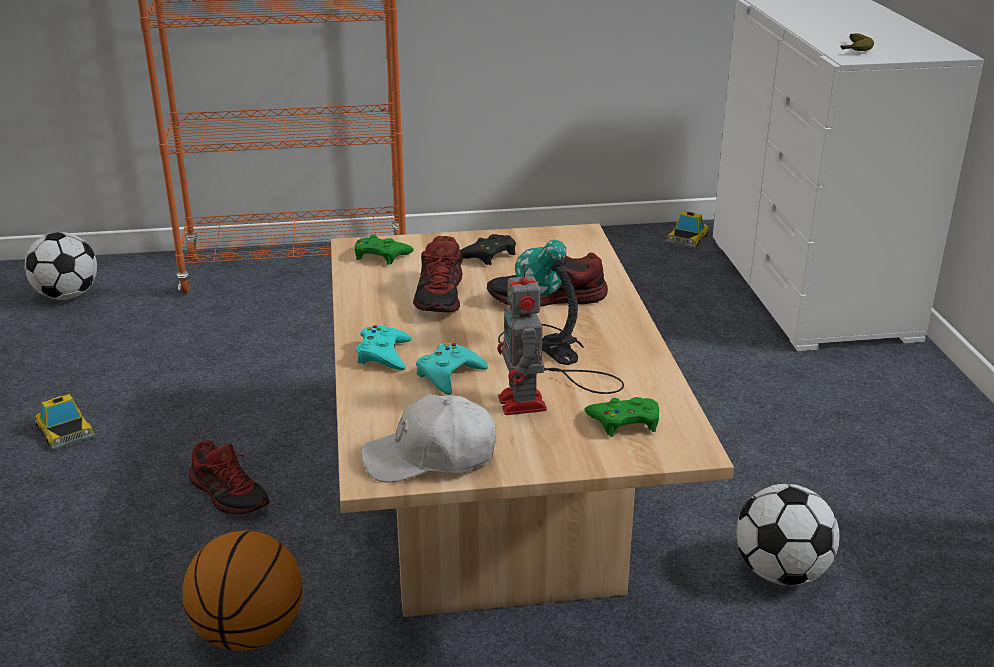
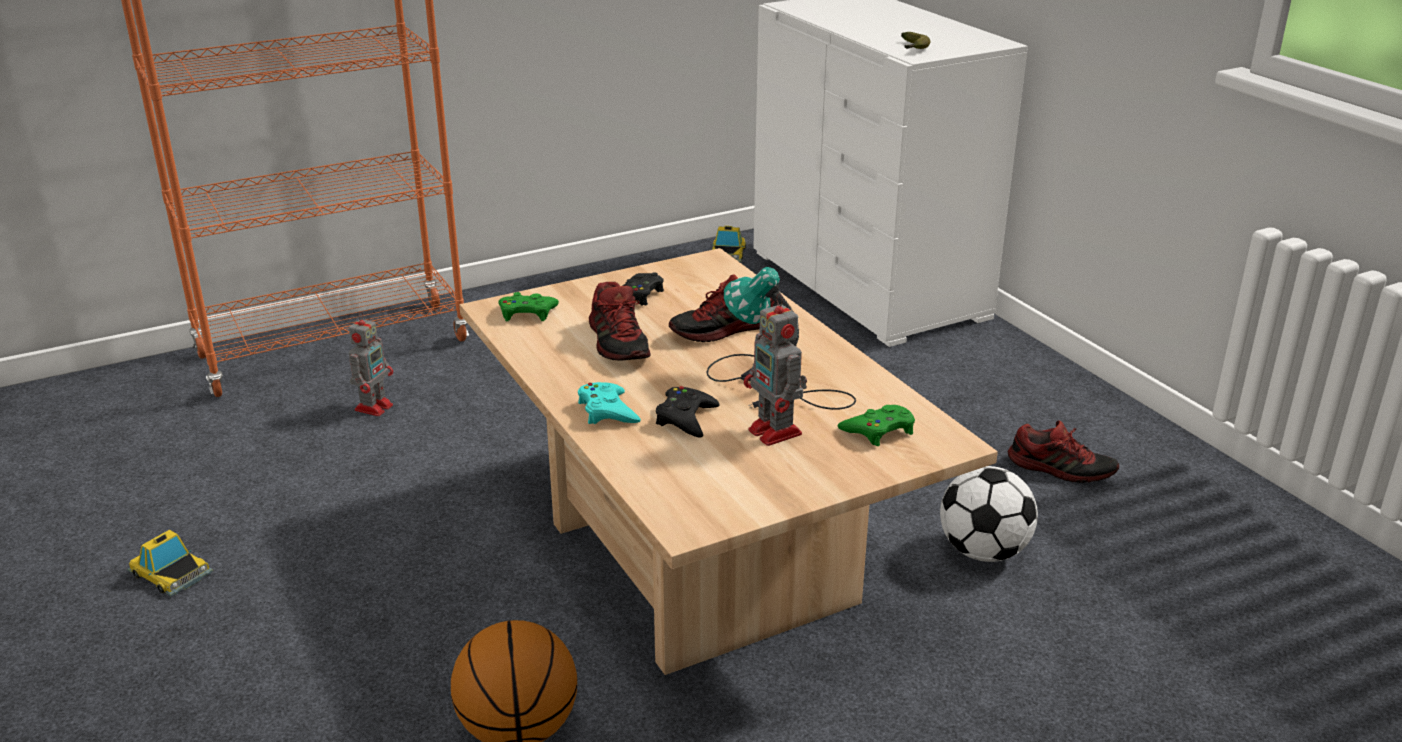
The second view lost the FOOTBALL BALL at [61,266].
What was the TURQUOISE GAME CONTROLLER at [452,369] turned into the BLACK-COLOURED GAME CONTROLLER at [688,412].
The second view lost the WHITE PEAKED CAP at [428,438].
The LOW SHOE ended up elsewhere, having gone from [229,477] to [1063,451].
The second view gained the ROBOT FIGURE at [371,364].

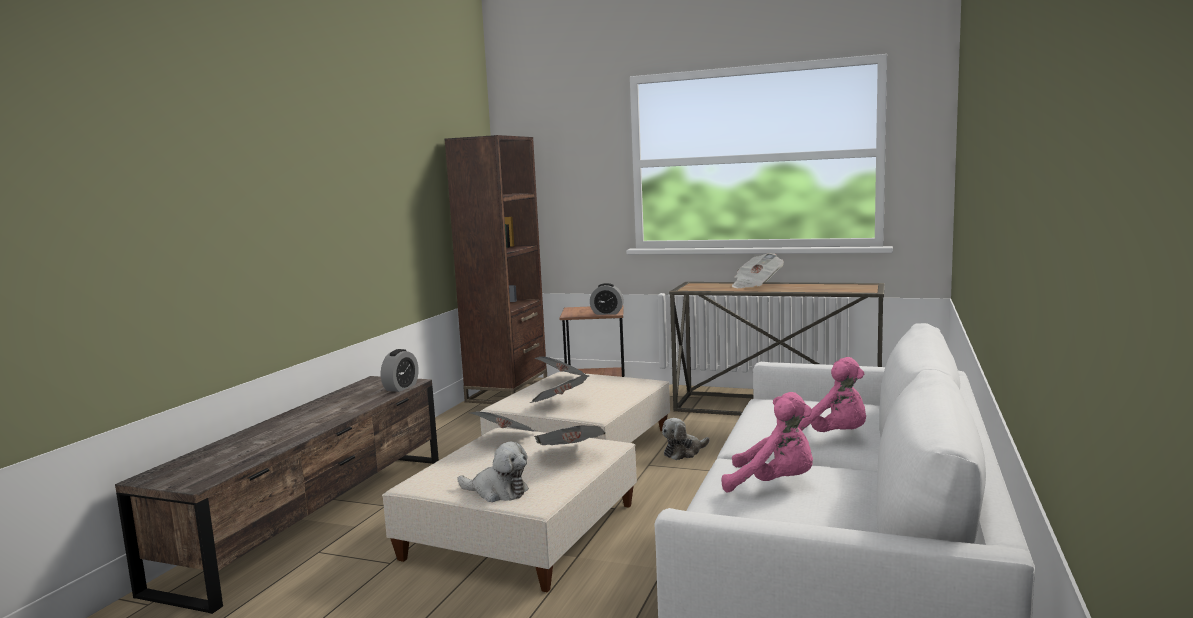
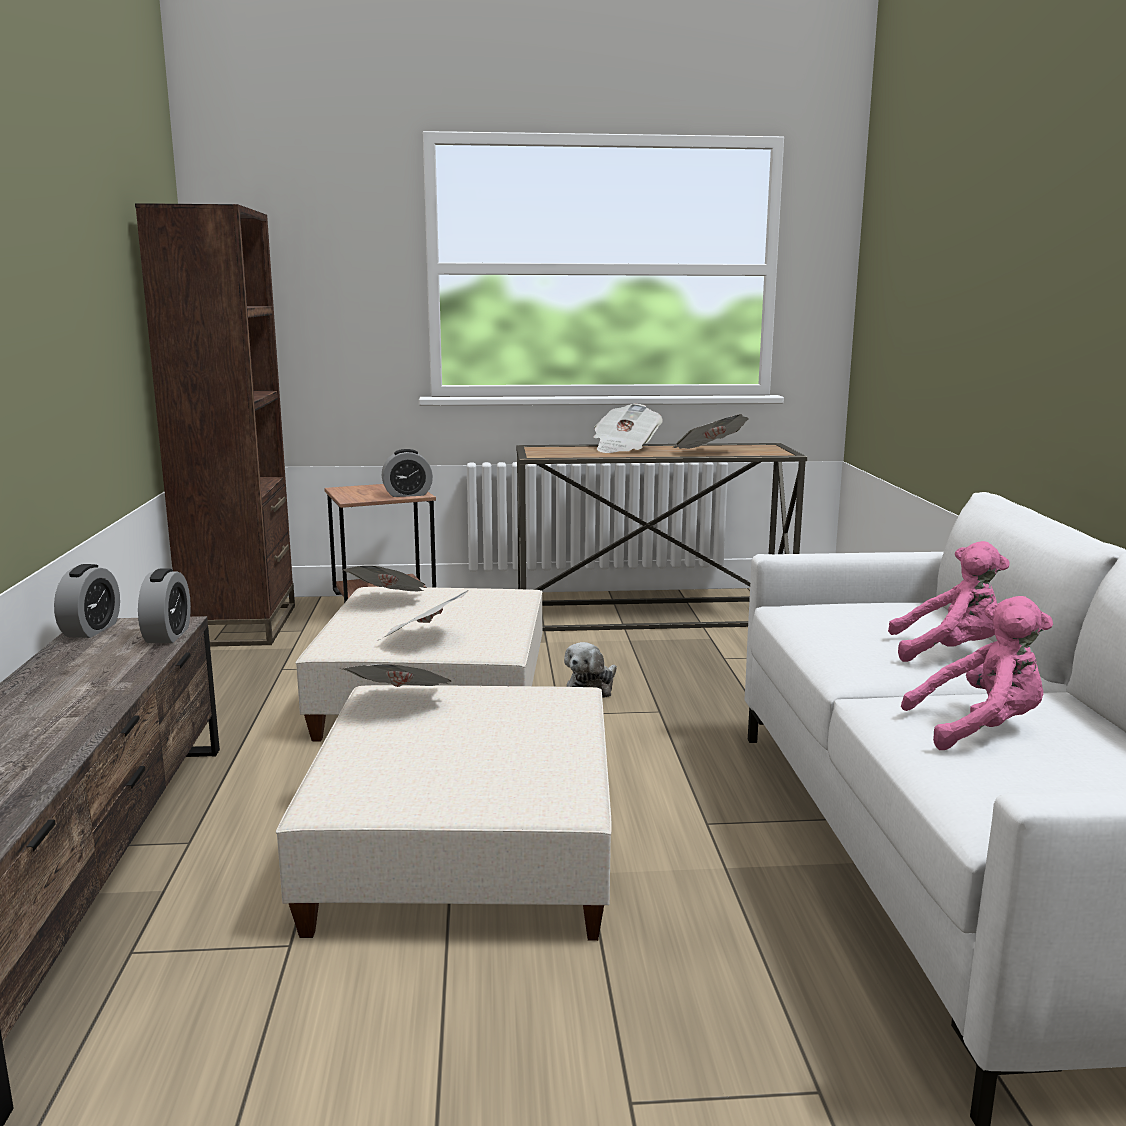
The DAILY PAPER ended up elsewhere, having gone from [569,435] to [711,431].
The second view lost the PLUSH TOY at [493,471].
The second view gained the TABLE CLOCK at [87,601].

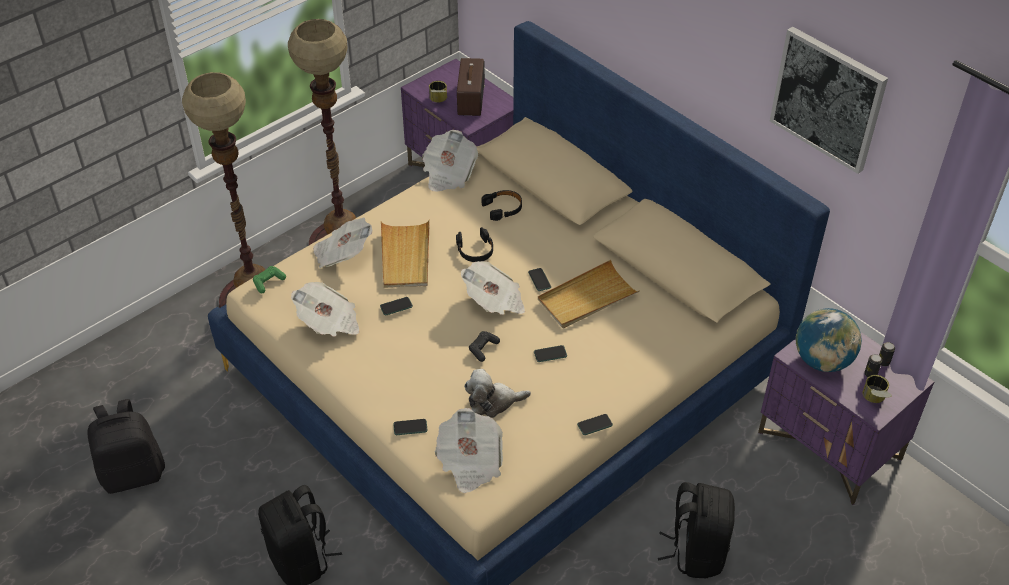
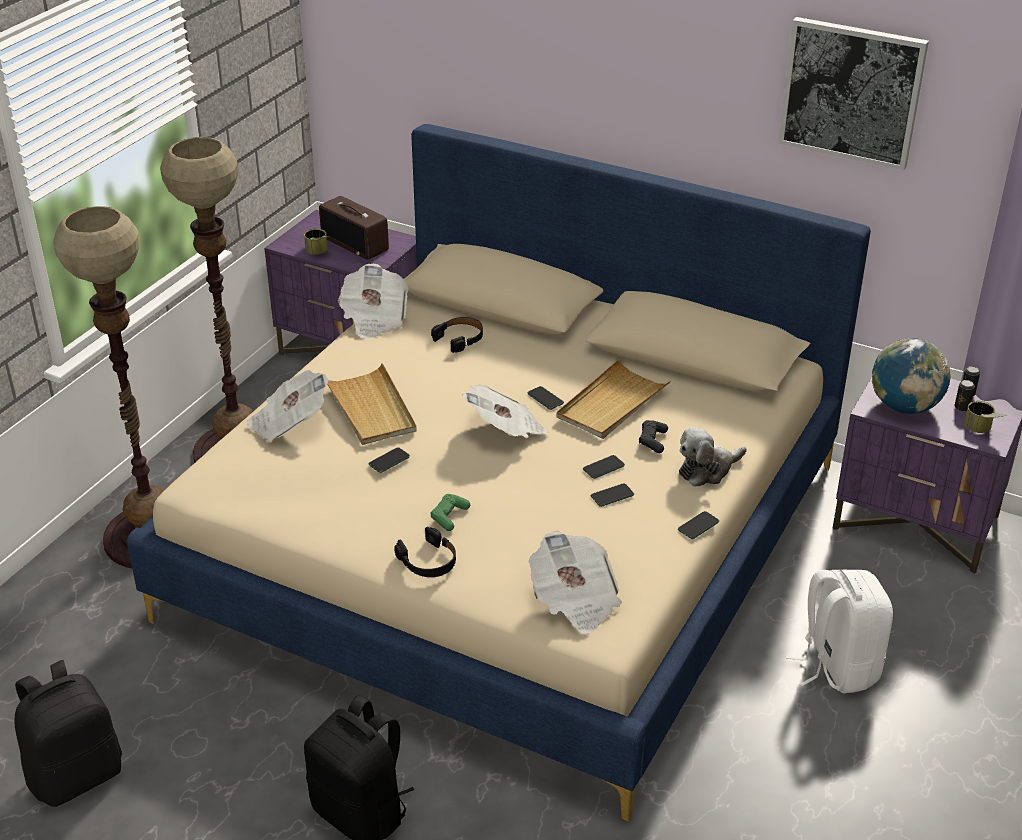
The RADIO RECEIVER at [471,87] ended up facing another way, 150 degrees clockwise from before.
The BLACK-COLOURED HEADPHONES ended up elsewhere, having gone from [474,244] to [425,552].
The GREEN-COLOURED GAME CONTROLLER ended up elsewhere, having gone from [269,279] to [450,512].
The second view lost the DAILY PAPER at [325,309].
The BLACK-COLOURED GAME CONTROLLER ended up elsewhere, having gone from [484,346] to [653,436].
The PLUSH TOY ended up elsewhere, having gone from [497,393] to [713,457].
The PHONE ended up elsewhere, having gone from [410,427] to [612,495].
What was the BLACK-COLOURED KNAPSACK at [696,530] turned into the WHITE KNAPSACK at [839,631].

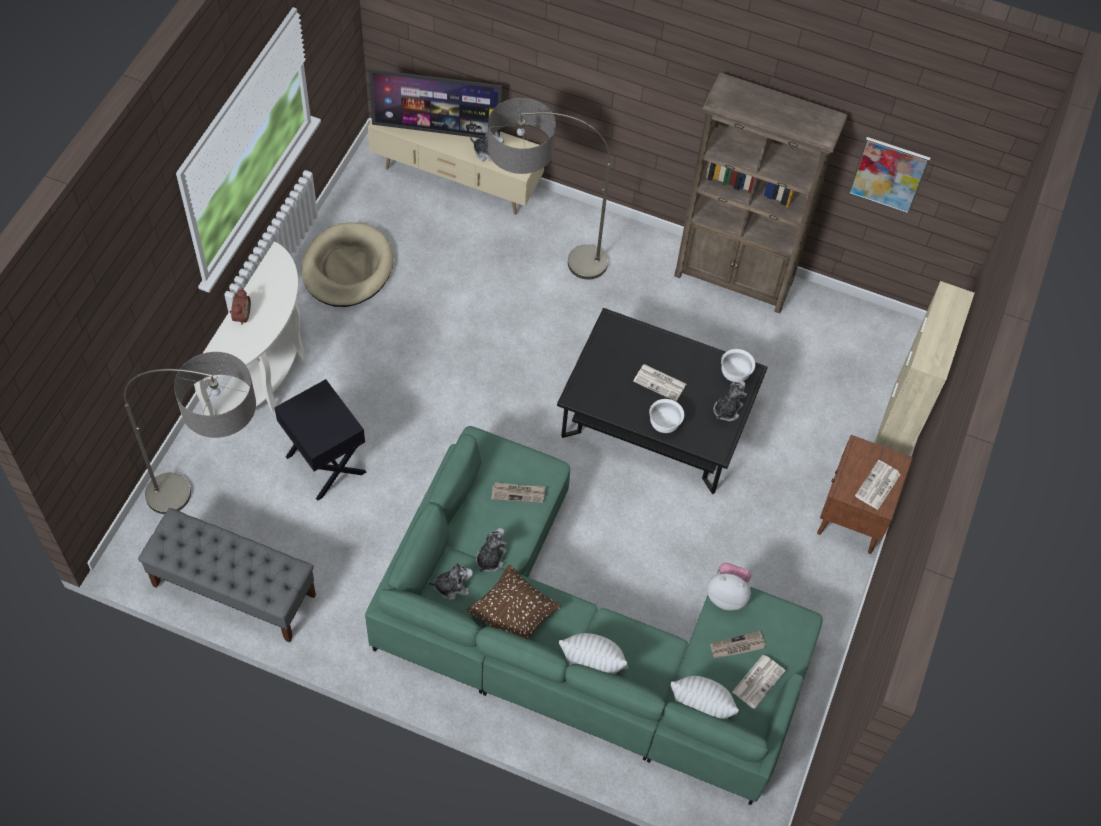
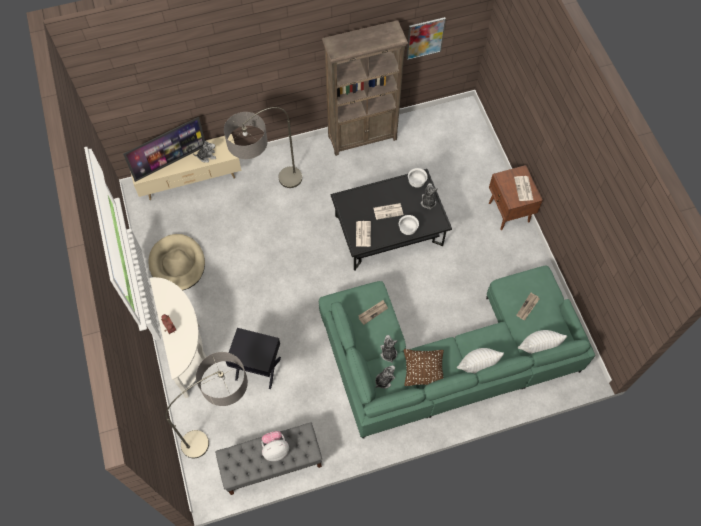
The second view lost the SAND-COLOURED STORAGE CABINET at [924,368].
The PLUSH TOY ended up elsewhere, having gone from [729,586] to [275,446].
The DAILY PAPER ended up elsewhere, having gone from [759,682] to [363,234].

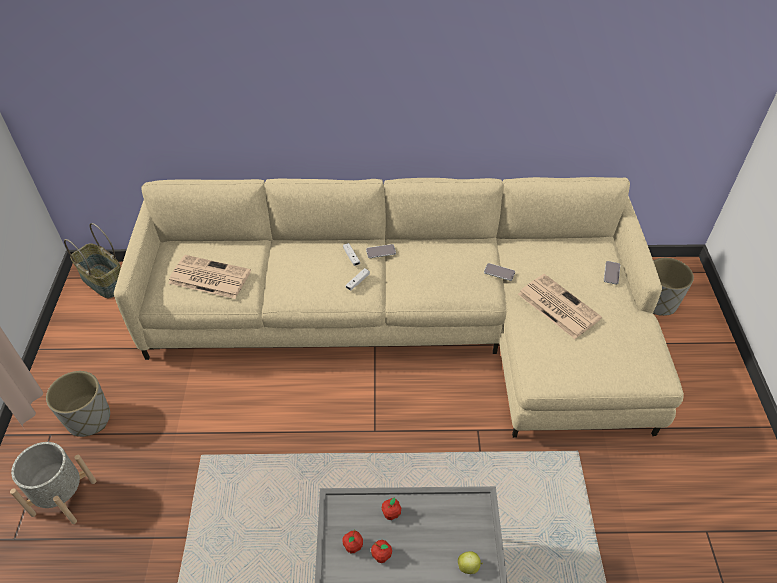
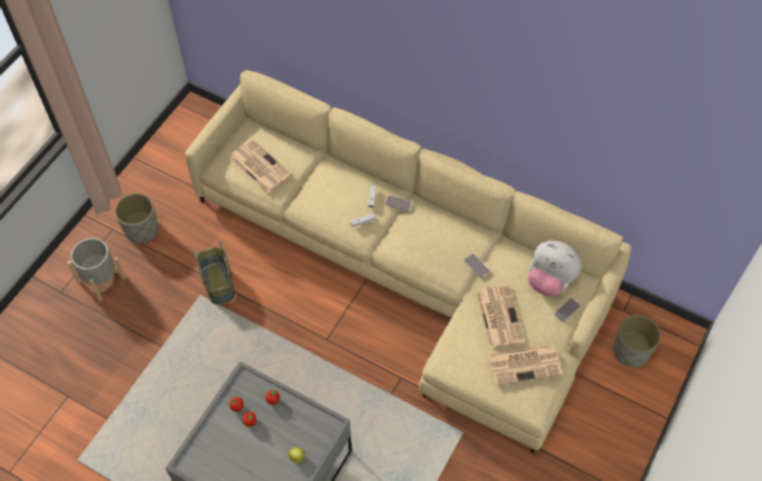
The HOUSEHOLD BASKET ended up elsewhere, having gone from [92,260] to [214,272].
The second view gained the PLUSH TOY at [554,268].
The second view gained the DAILY PAPER at [525,365].

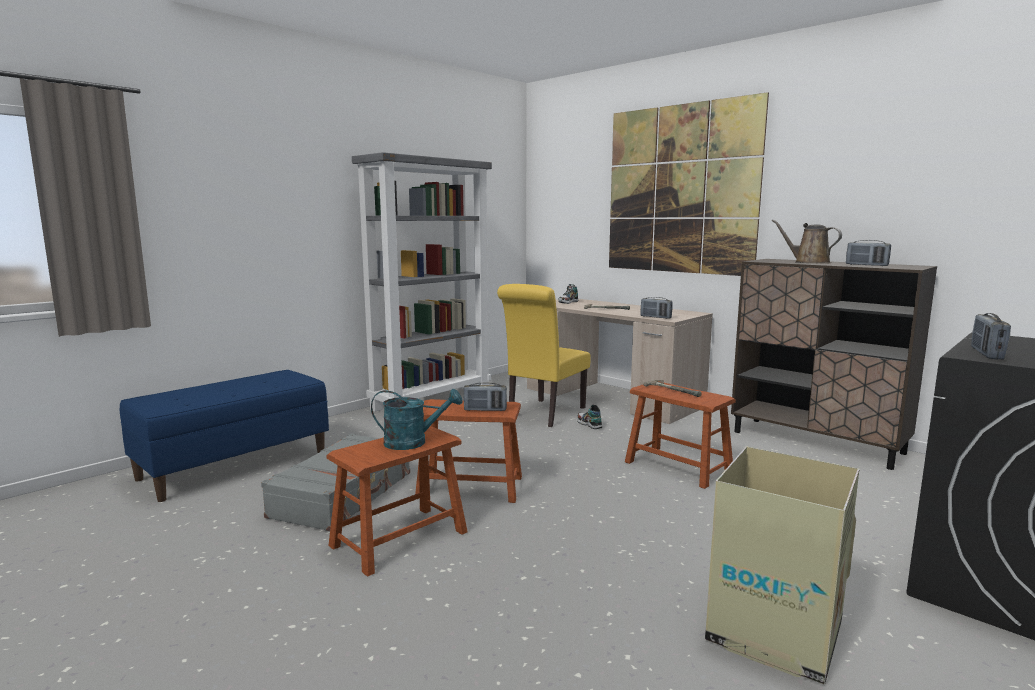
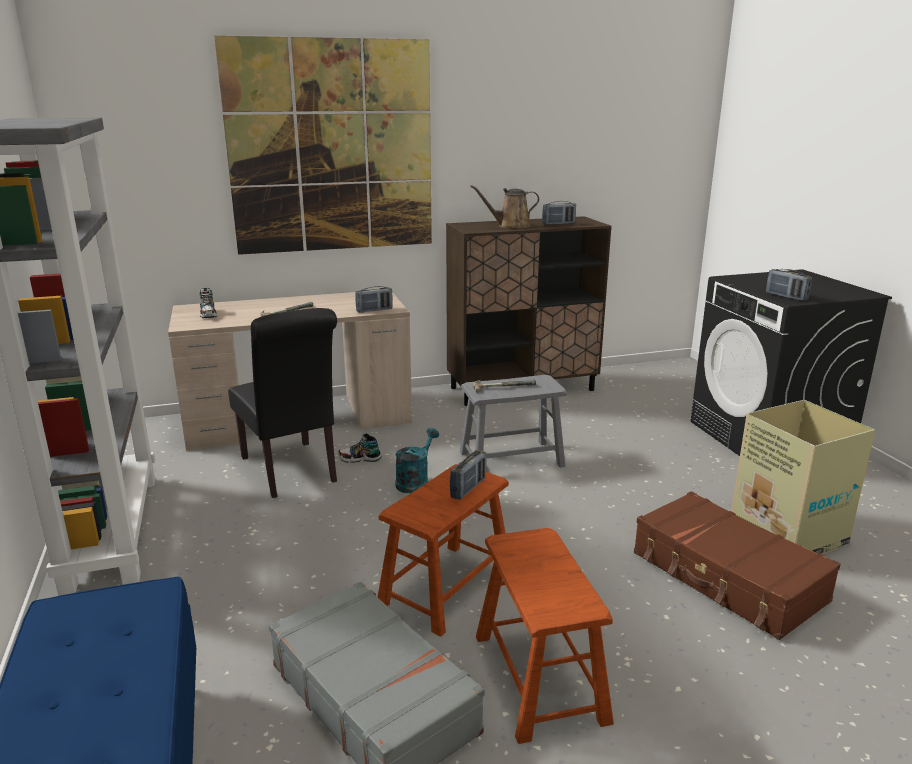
What was the YELLOWISH UPRIGHT CHAIR at [544,355] turned into the BLACK-COLOURED UPRIGHT CHAIR at [282,403].
What was the BROWN-COLOURED STOOL SEAT at [680,435] turned into the GRAY STOOL SEAT at [513,421].
The TURQUOISE WATERING CAN ended up elsewhere, having gone from [416,419] to [417,460].
The second view gained the BROWN-COLOURED TRAVEL CASE at [737,565].

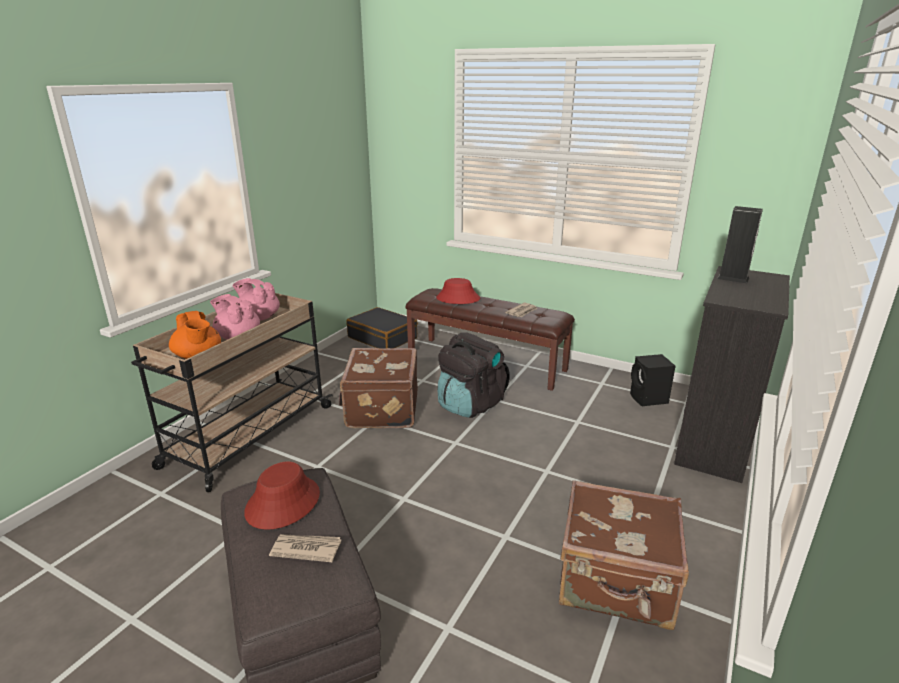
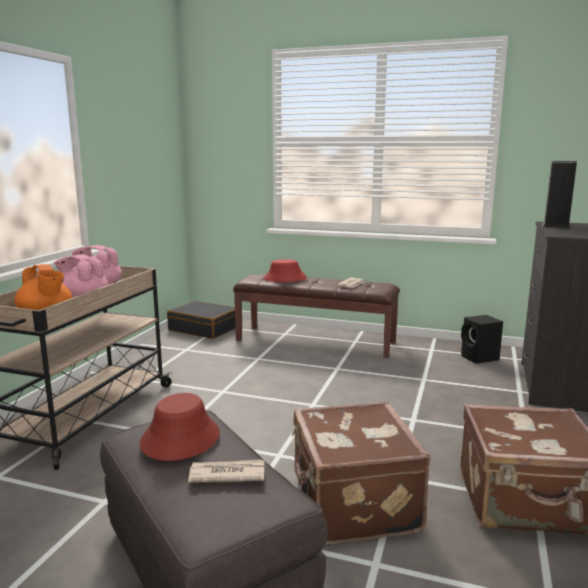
The second view lost the BLACK-COLOURED KNAPSACK at [474,375].
The BROWN-COLOURED TRAVEL CASE ended up elsewhere, having gone from [378,388] to [361,473].

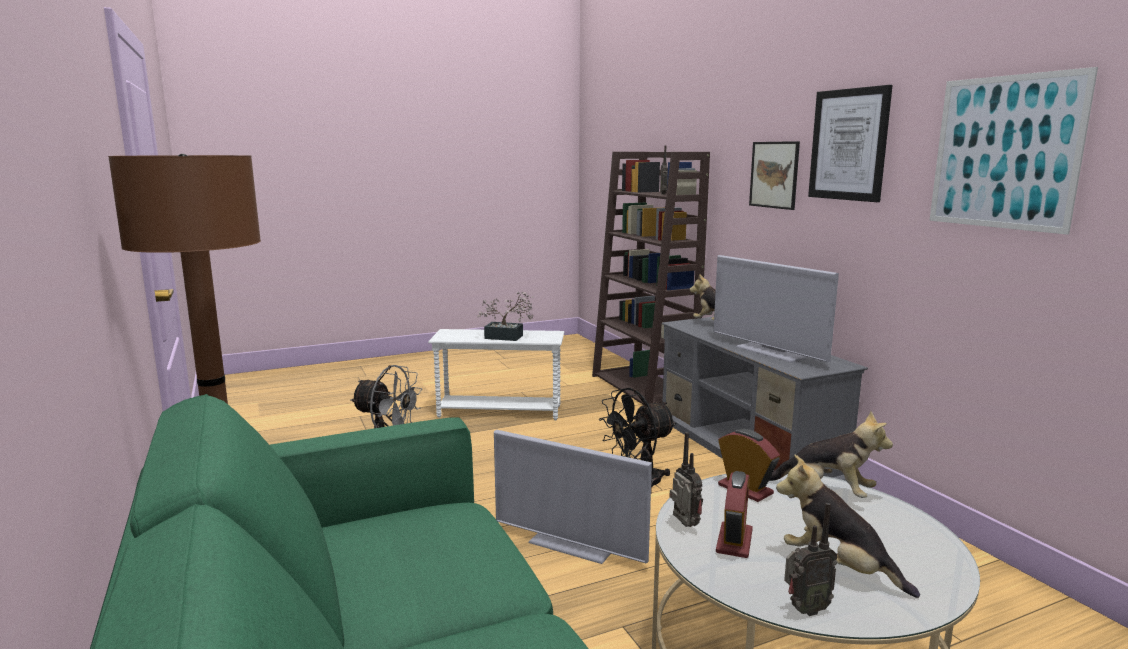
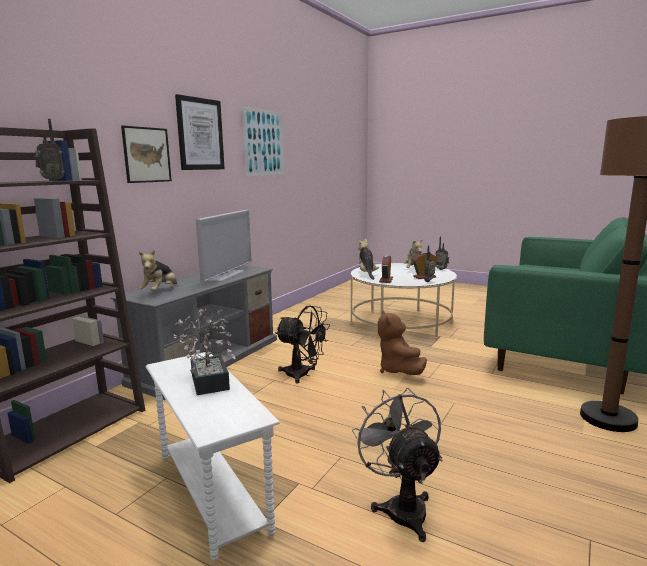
Where the TV stood at [573,497], the BROWN-COLOURED PLUSH TOY came to stand at [402,342].

